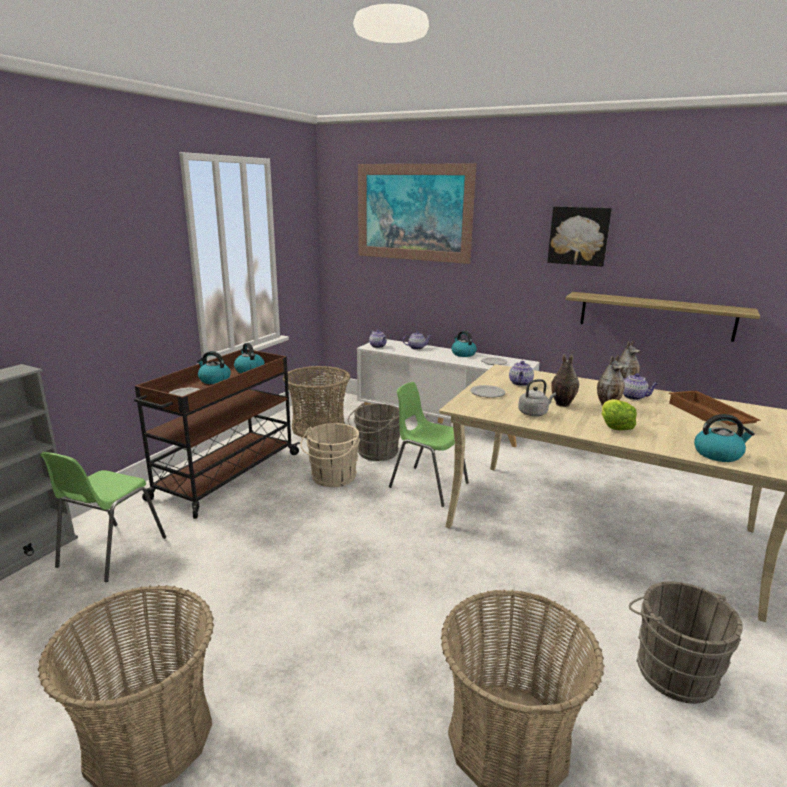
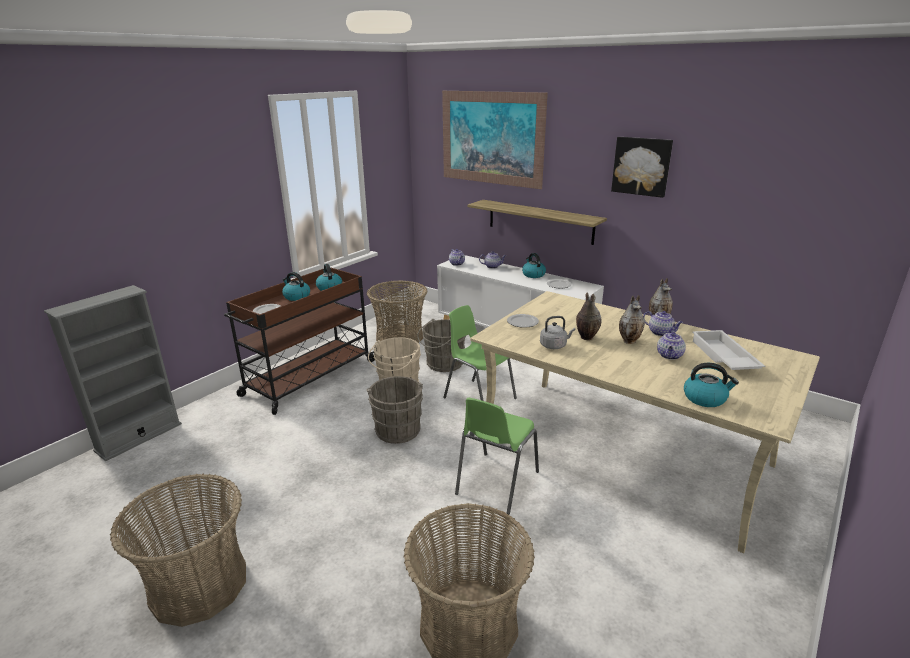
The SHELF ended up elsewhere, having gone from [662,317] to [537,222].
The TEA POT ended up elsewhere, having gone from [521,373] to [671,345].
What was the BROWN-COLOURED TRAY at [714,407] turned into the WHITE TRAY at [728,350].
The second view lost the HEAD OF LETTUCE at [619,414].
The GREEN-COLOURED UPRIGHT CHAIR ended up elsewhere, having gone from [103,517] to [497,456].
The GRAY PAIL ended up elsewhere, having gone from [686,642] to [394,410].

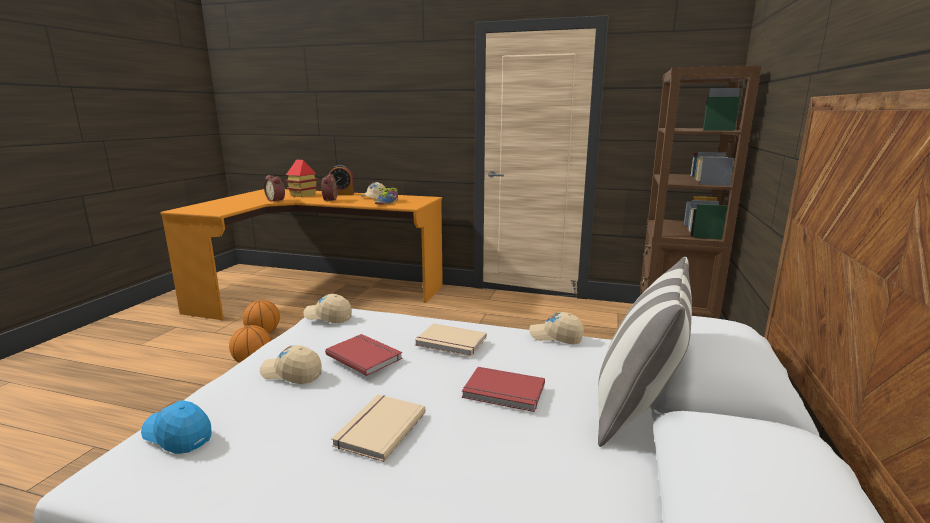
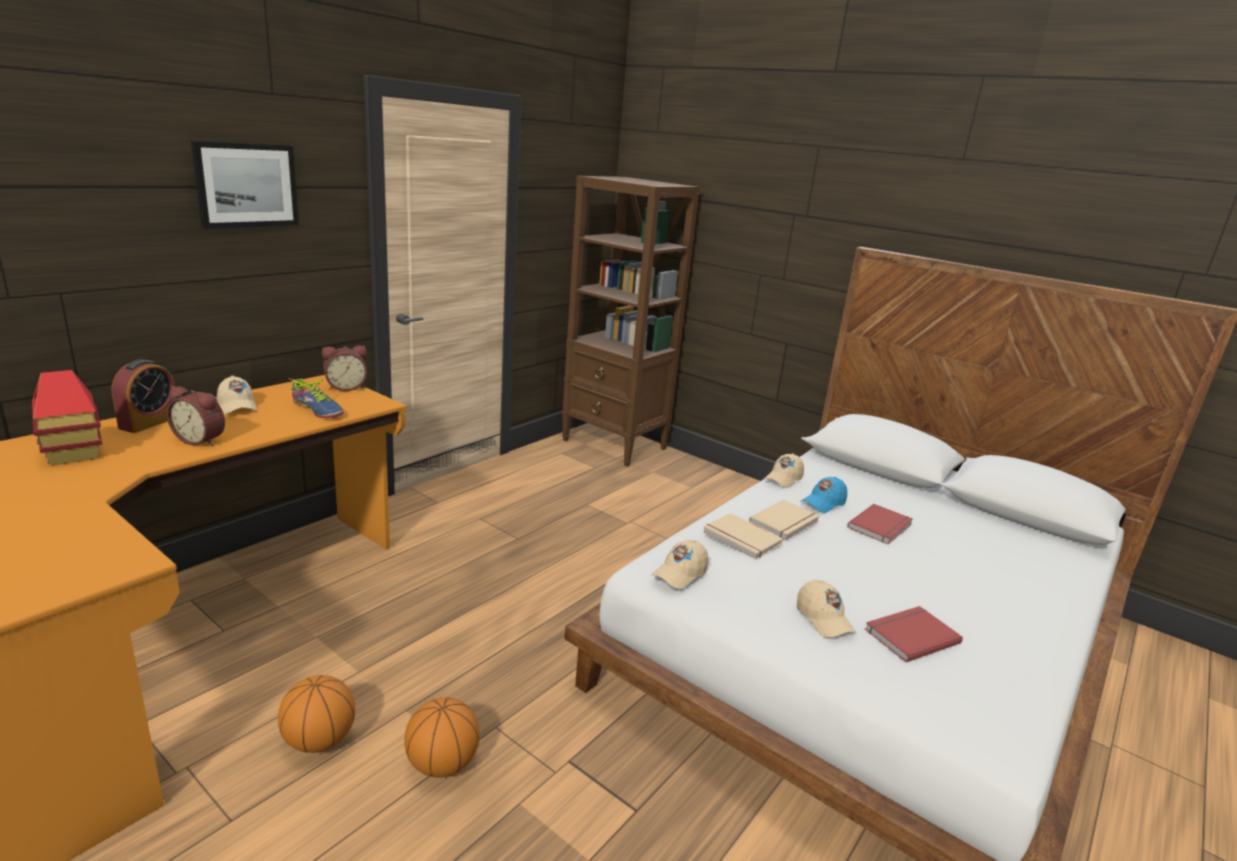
The TABLE CLOCK ended up elsewhere, having gone from [274,188] to [344,368].
The second view lost the THROW PILLOW at [645,352].
The RED VOLUME ended up elsewhere, having gone from [363,355] to [914,634].
The SAND-COLOURED PEAKED CAP at [291,364] ended up facing another way, 60 degrees counterclockwise from before.
The SAND-COLOURED VOLUME ended up elsewhere, having gone from [378,428] to [743,536].
The BLUE-COLOURED PEAKED CAP ended up elsewhere, having gone from [176,427] to [824,495].
The second view gained the WALL PICTURE at [245,185].

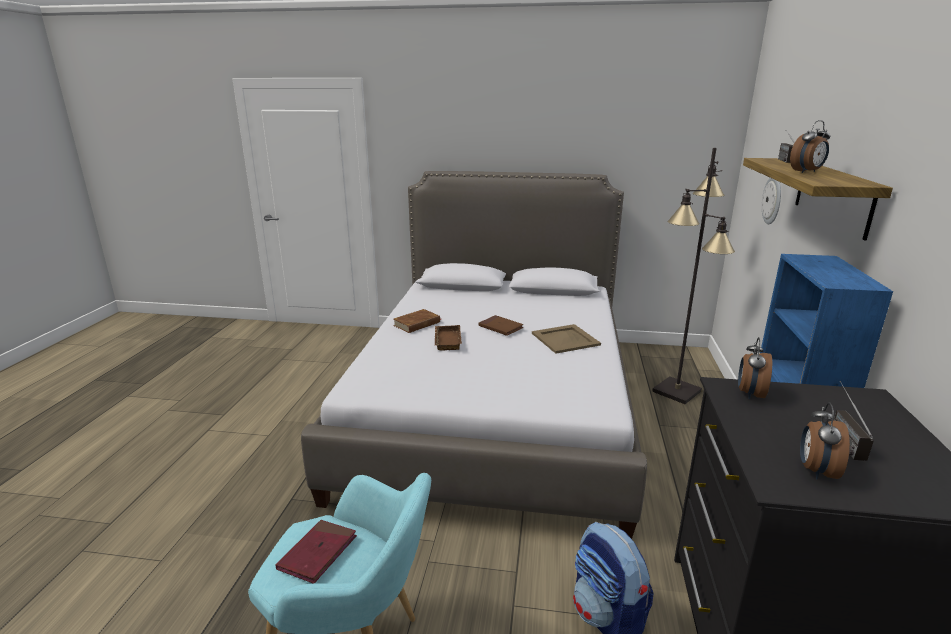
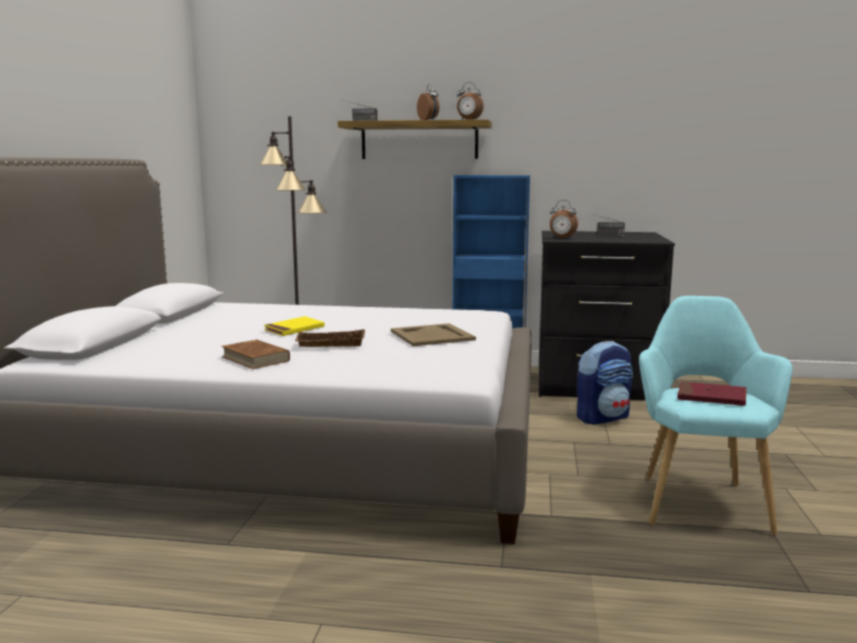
The second view lost the CLOCK ON THE WALL at [771,201].
What was the BROWN-COLOURED VOLUME at [501,325] turned into the YELLOWISH VOLUME at [294,326].
The SAND-COLOURED TRAY ended up elsewhere, having gone from [566,339] to [433,334].
The TABLE CLOCK ended up elsewhere, having gone from [825,441] to [470,101].

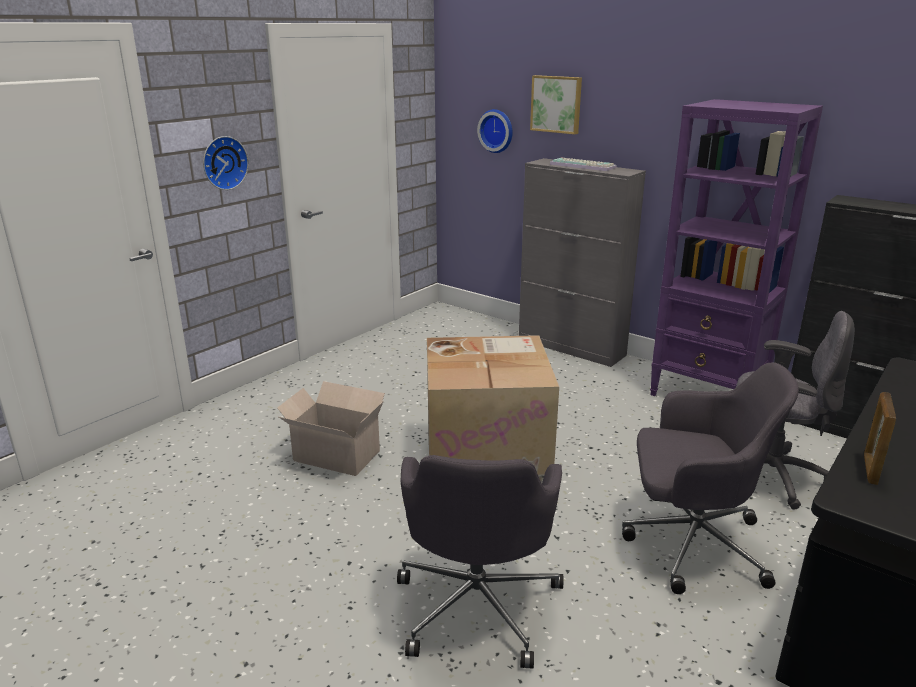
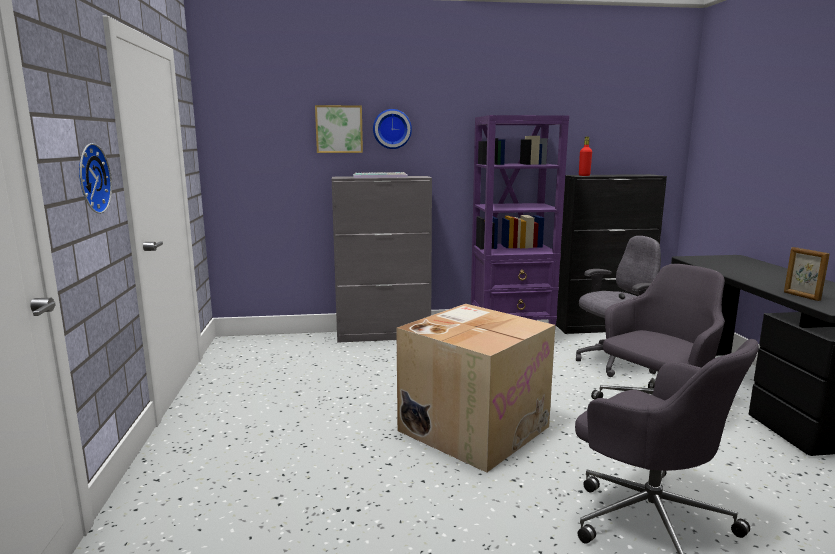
The CLOCK ON THE WALL ended up elsewhere, having gone from [495,131] to [392,129].
The second view lost the PACKING BOX at [331,428].
The second view gained the RED BOTTLE at [585,156].

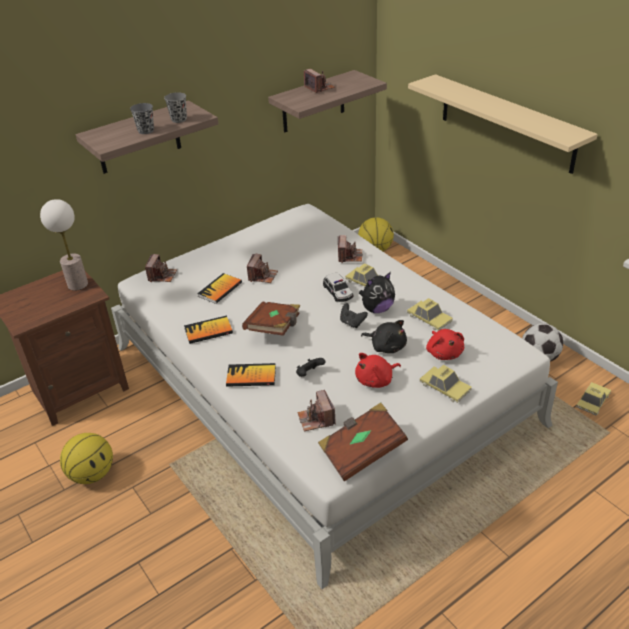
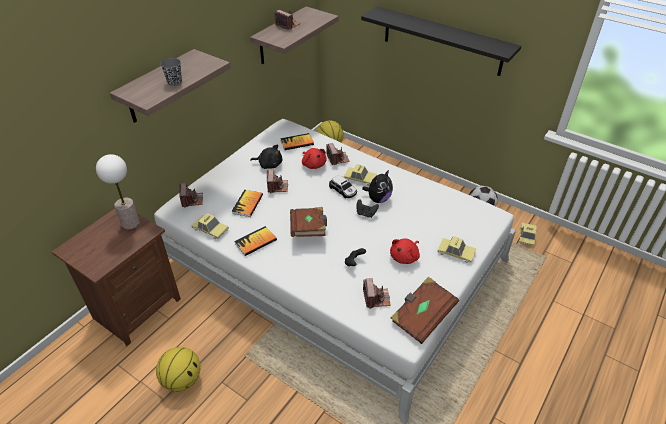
What was the SAND-COLOURED SHELF at [503,124] turned into the BLACK-COLOURED SHELF at [441,41].
The second view lost the GRAY SMALL CUP at [175,107].
The TOY CAR ended up elsewhere, having gone from [430,314] to [210,226].
The BLACK-COLOURED PLUSH TOY ended up elsewhere, having gone from [384,336] to [266,157].
The RED PLUSH TOY ended up elsewhere, having gone from [445,344] to [314,158].
The VOLUME ended up elsewhere, having gone from [251,375] to [297,141].
The PHOTO CAMERA at [316,411] ended up facing another way, 150 degrees counterclockwise from before.

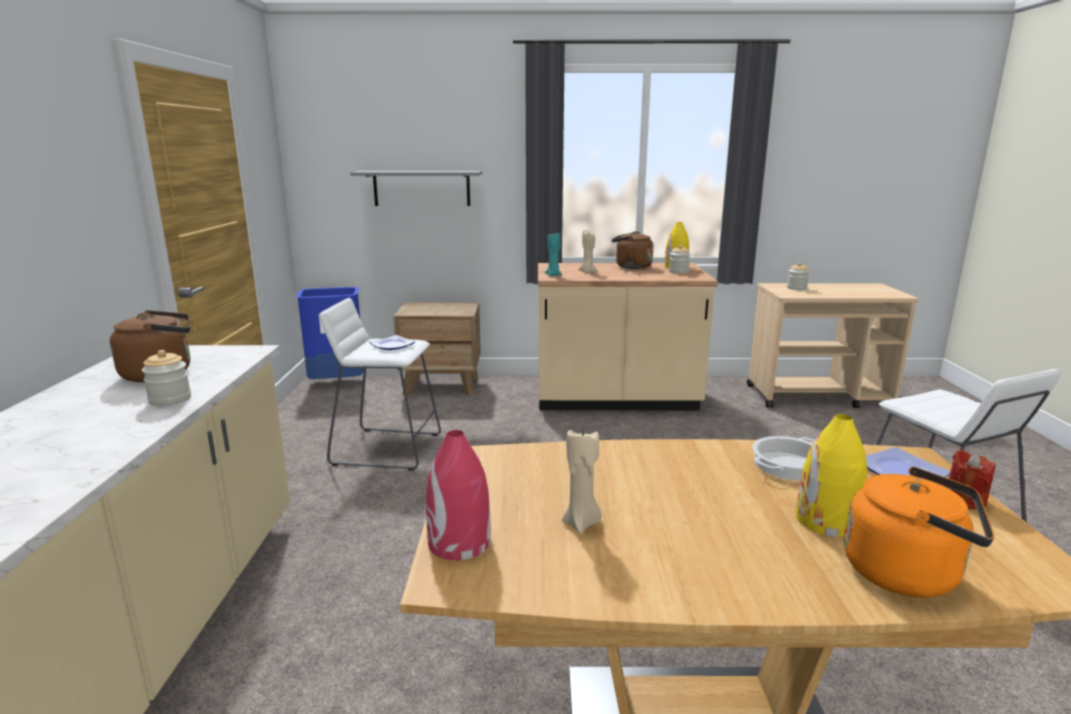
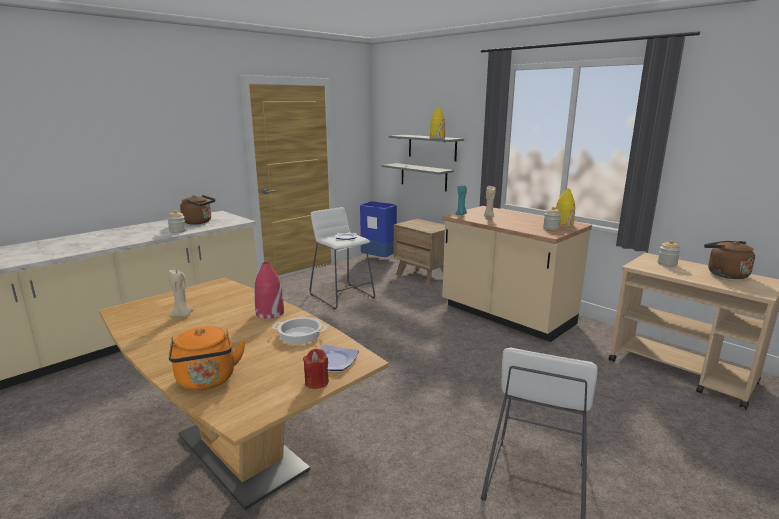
The BROWN-COLOURED TEA KETTLE ended up elsewhere, having gone from [632,250] to [729,260].
The YELLOWISH DECORATIVE VASE ended up elsewhere, having gone from [831,475] to [437,123].
The RED DECORATIVE VASE ended up elsewhere, having gone from [458,495] to [269,290].
The second view gained the GRAY SHELF at [417,177].

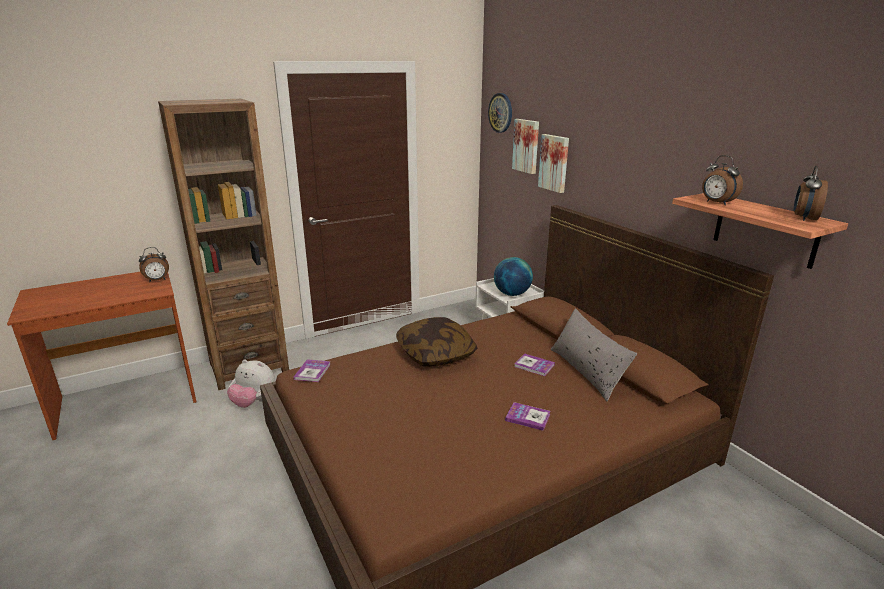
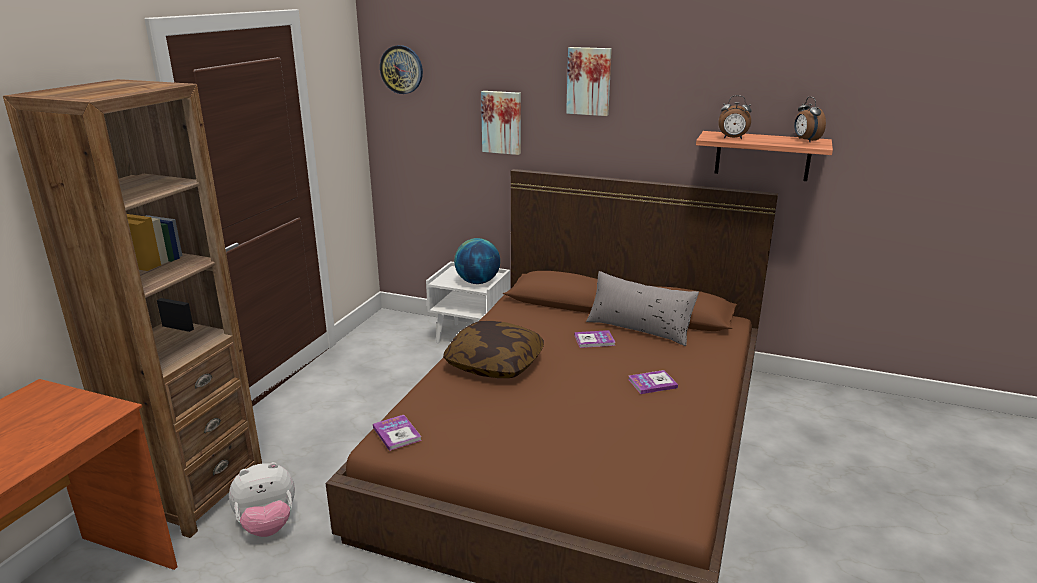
The WALL PICTURE ended up elsewhere, having gone from [525,146] to [589,81].
The second view lost the TABLE CLOCK at [154,264].

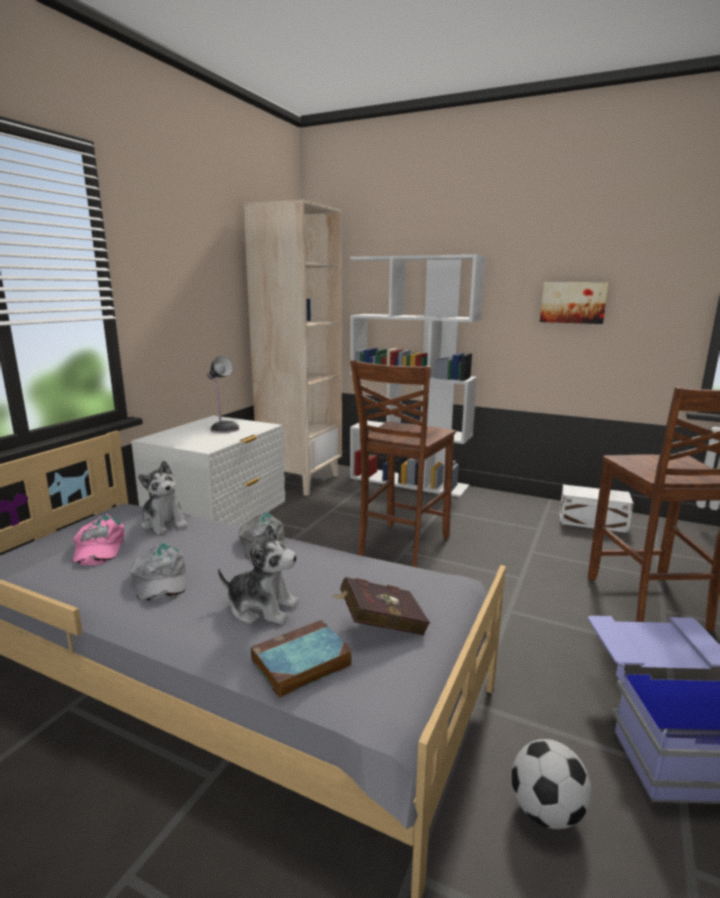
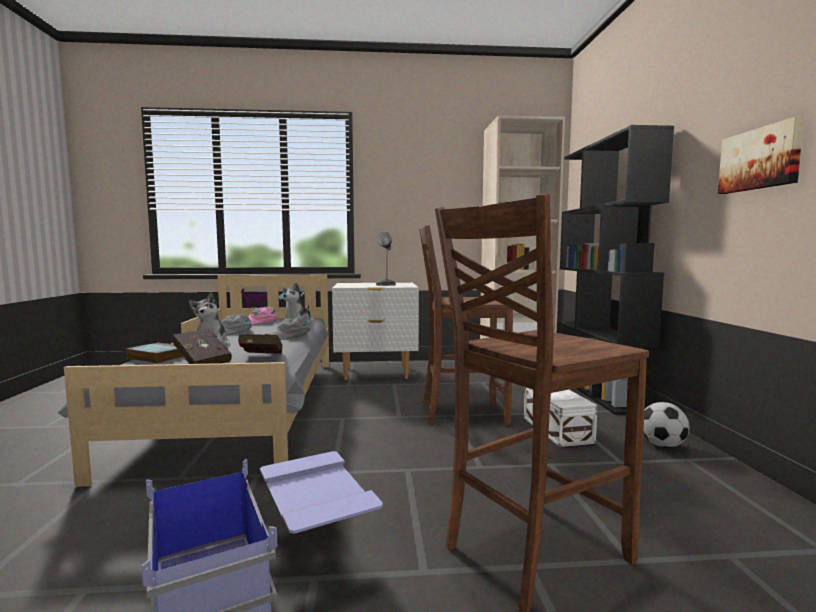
What was the WHITE SHELVING UNIT at [418,376] turned into the BLACK-COLOURED SHELVING UNIT at [615,270].
The WHITE STORAGE CONTAINER ended up elsewhere, having gone from [596,509] to [561,417].
The FOOTBALL BALL ended up elsewhere, having gone from [552,784] to [666,425].
The second view gained the RED VOLUME at [260,344].

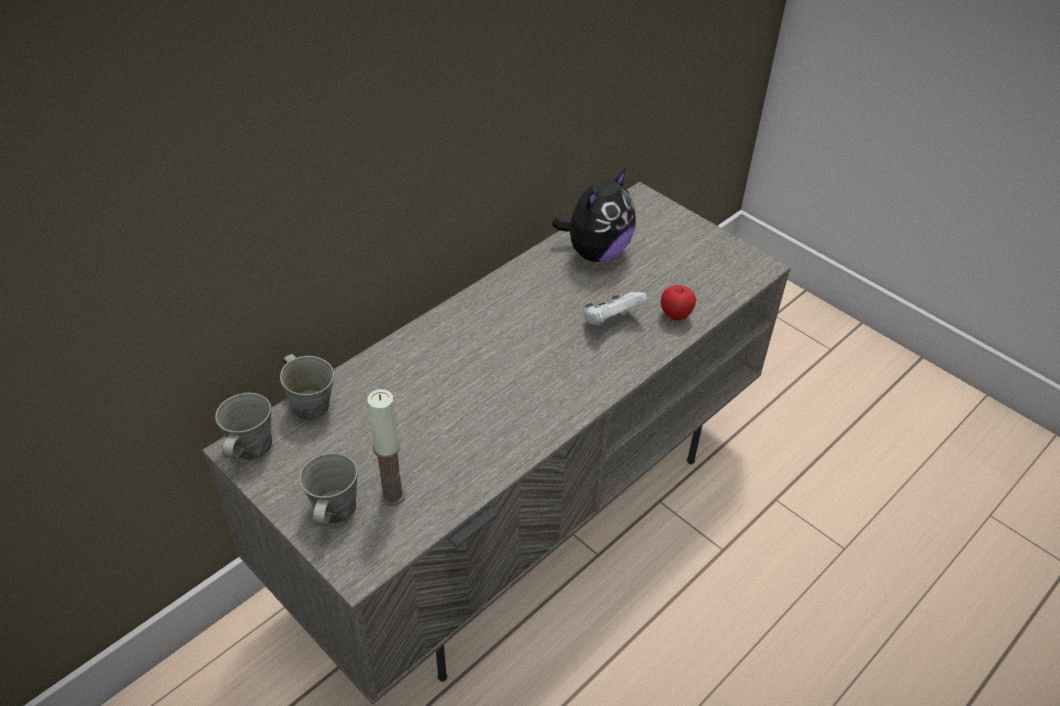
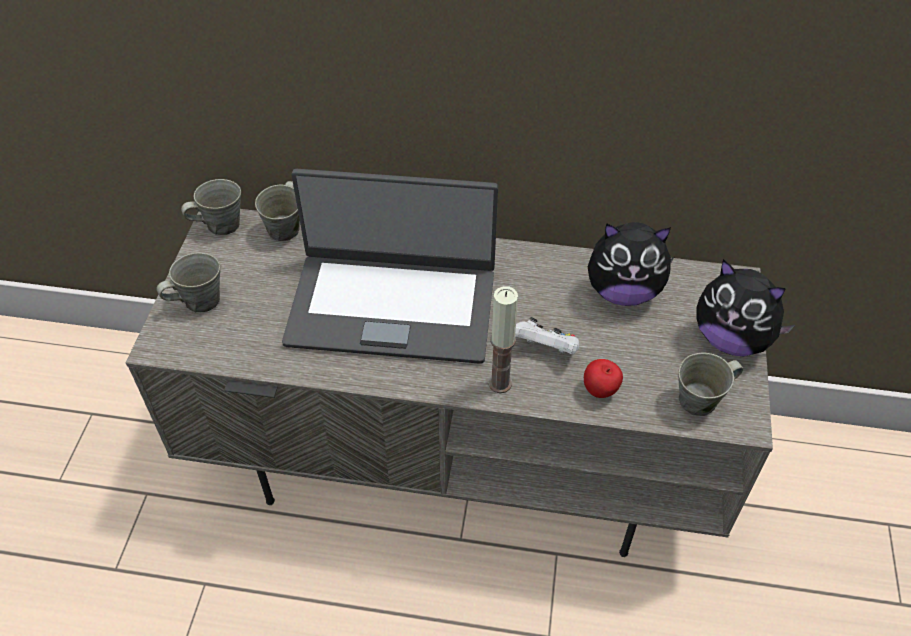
The CANDLE ended up elsewhere, having gone from [386,447] to [503,339].
The second view gained the PORTABLE COMPUTER at [390,266].
The second view gained the PLUSH TOY at [745,307].
The second view gained the GRAY MUG at [710,384].

